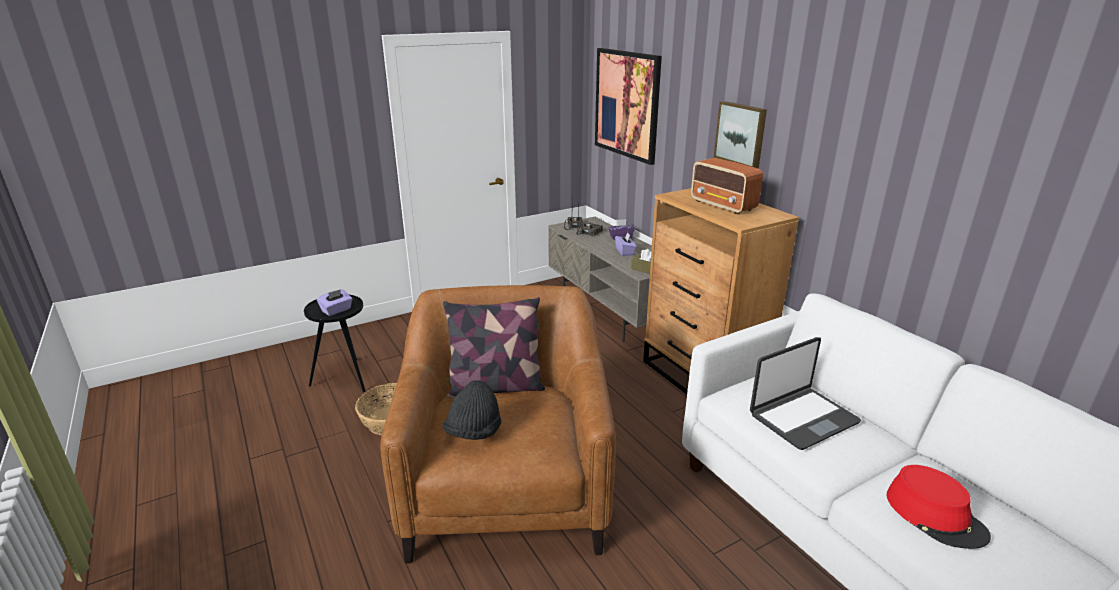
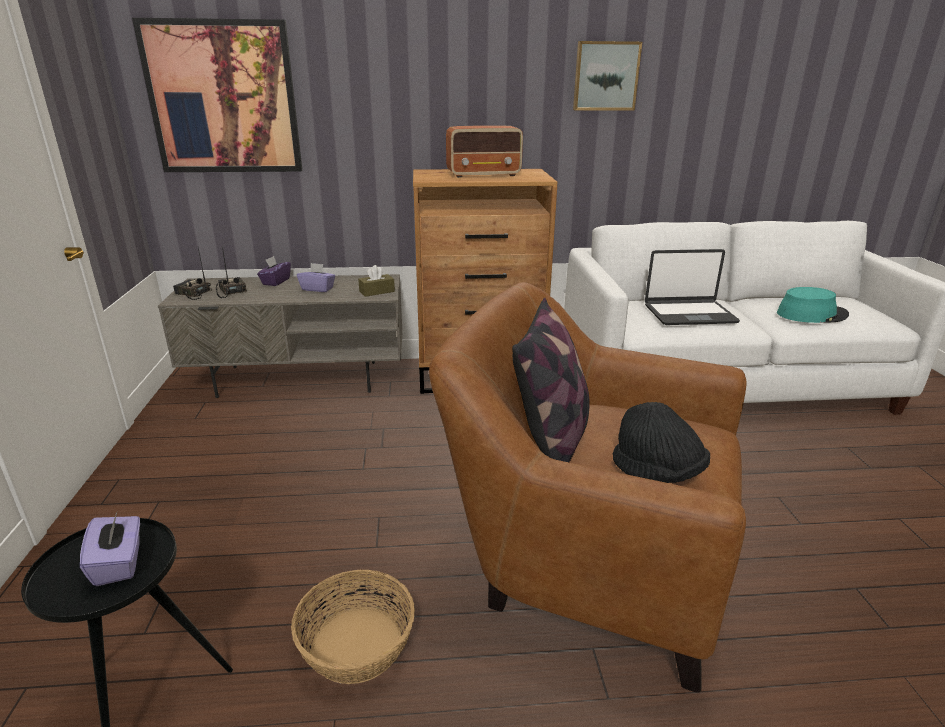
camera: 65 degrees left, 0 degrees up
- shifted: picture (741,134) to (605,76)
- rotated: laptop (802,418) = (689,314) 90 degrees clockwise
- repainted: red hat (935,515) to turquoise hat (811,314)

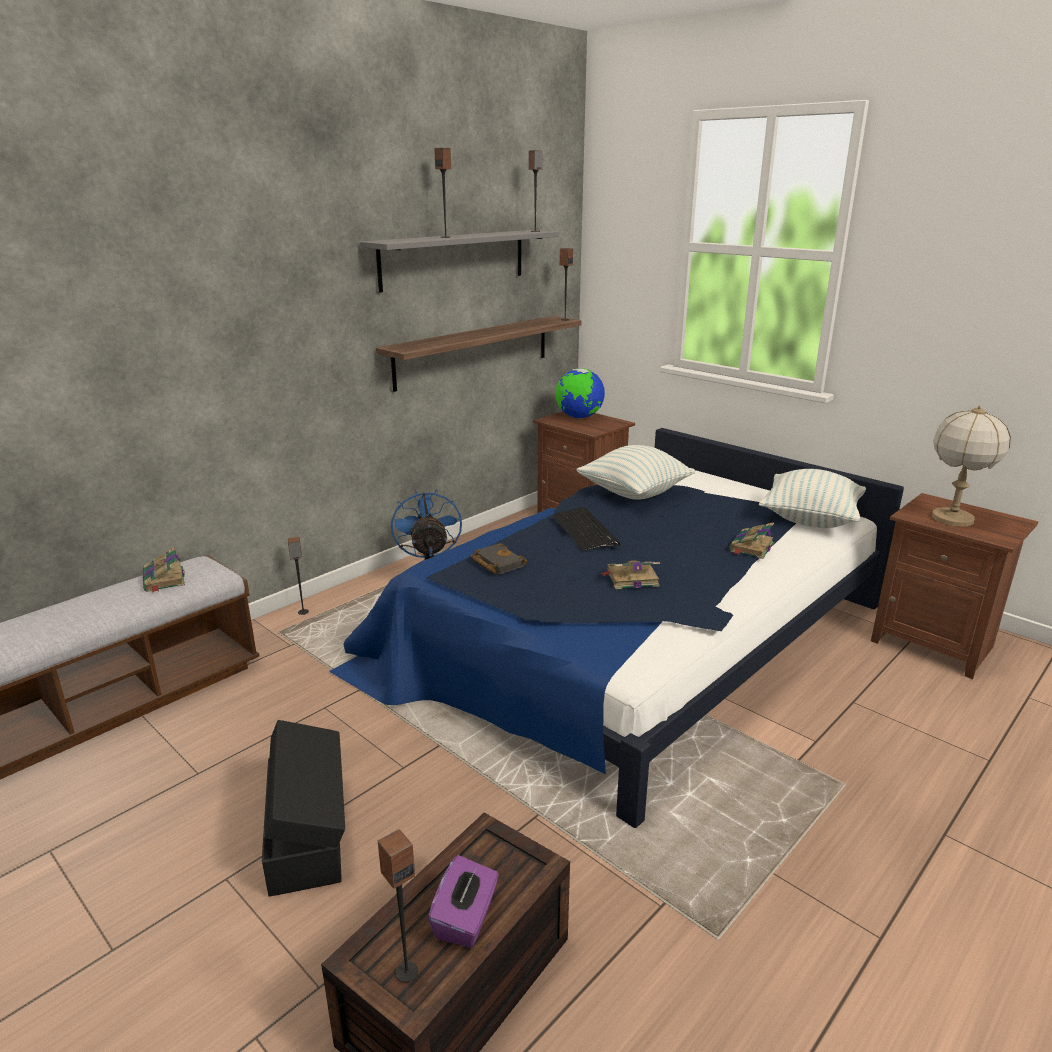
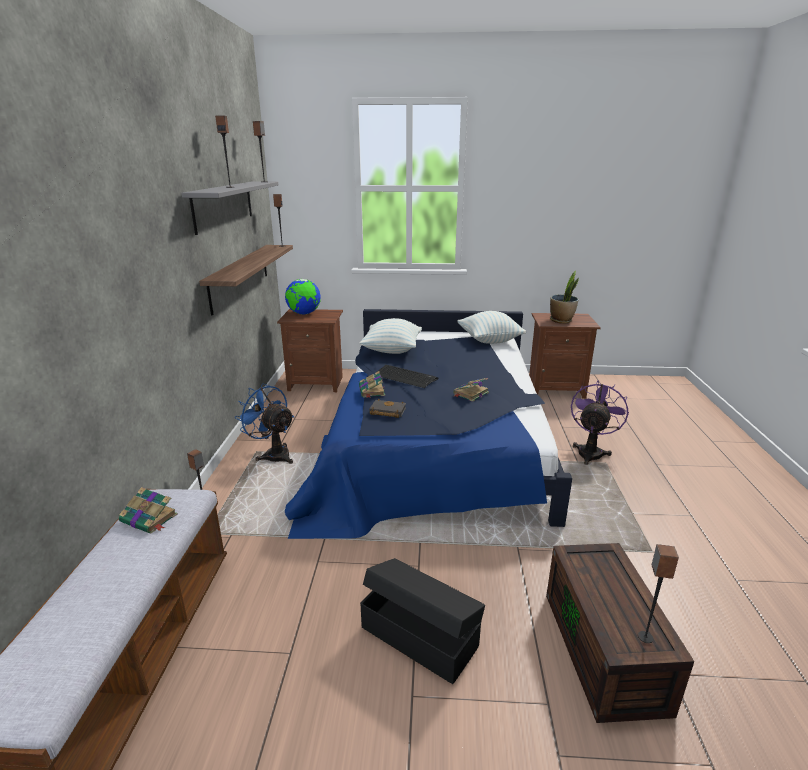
camera: 40 degrees left, 0 degrees up
- shifted: book (751,548) to (372,391)
- swapped: table lamp (952,519) to potted plant (561,320)
- new: purple fan (591,452)
- gone: purple tissue box (466,919)

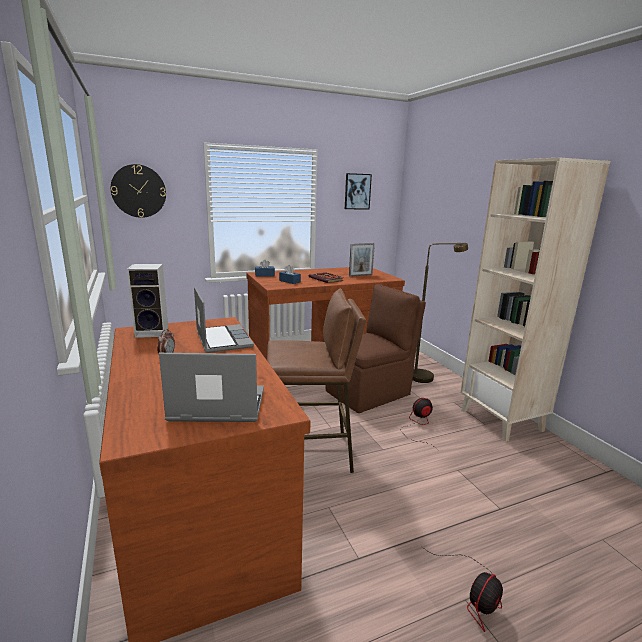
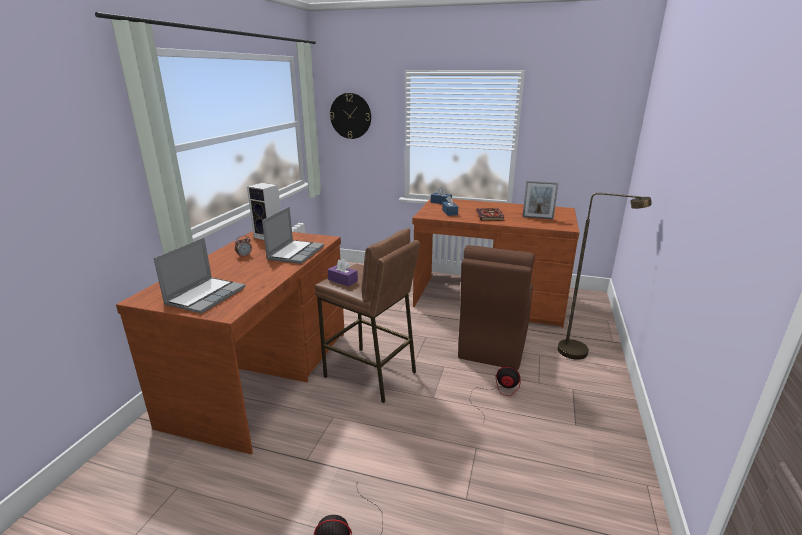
camera: 40 degrees right, 5 degrees up
- rotated: laptop (216,406) = (206,296) 75 degrees clockwise
- new: purple tissue box (343,280)
- rotated: brown chair (369,392) = (492,345) 105 degrees clockwise
- gone: picture (357,191)
- gone: beige bookcase (502,420)

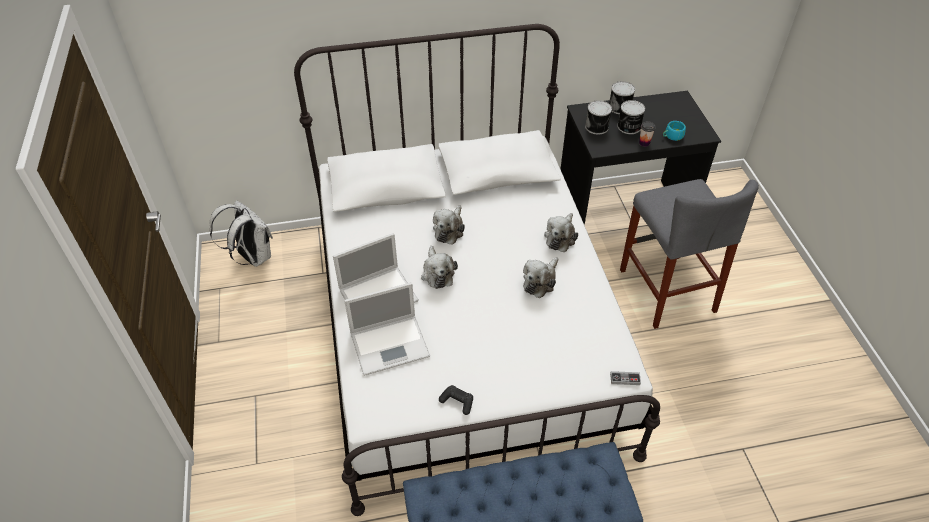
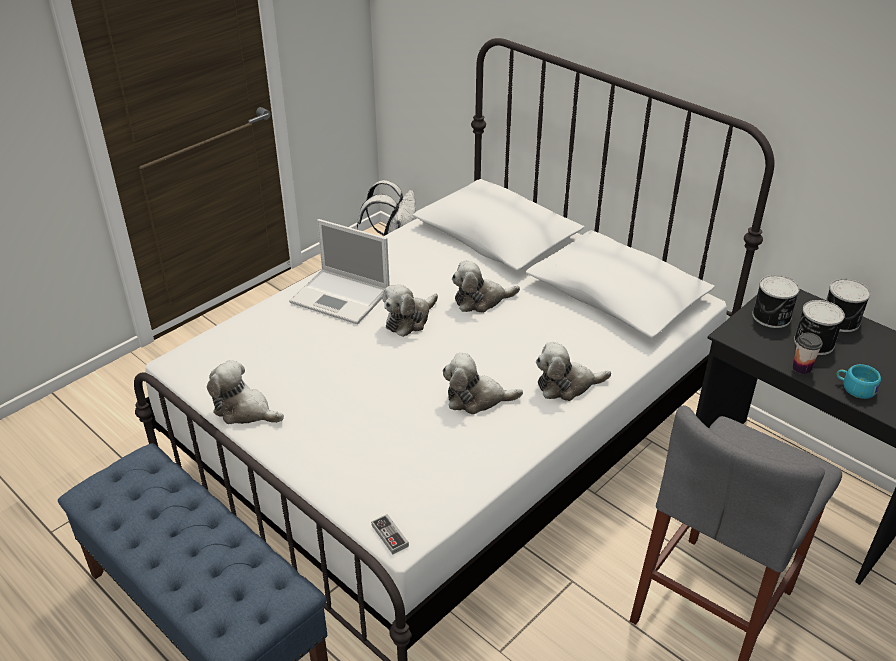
camera: 55 degrees right, 10 degrees down
- swapped: black game controller (457,402) to plush toy (245,410)
- gone: laptop (391,344)

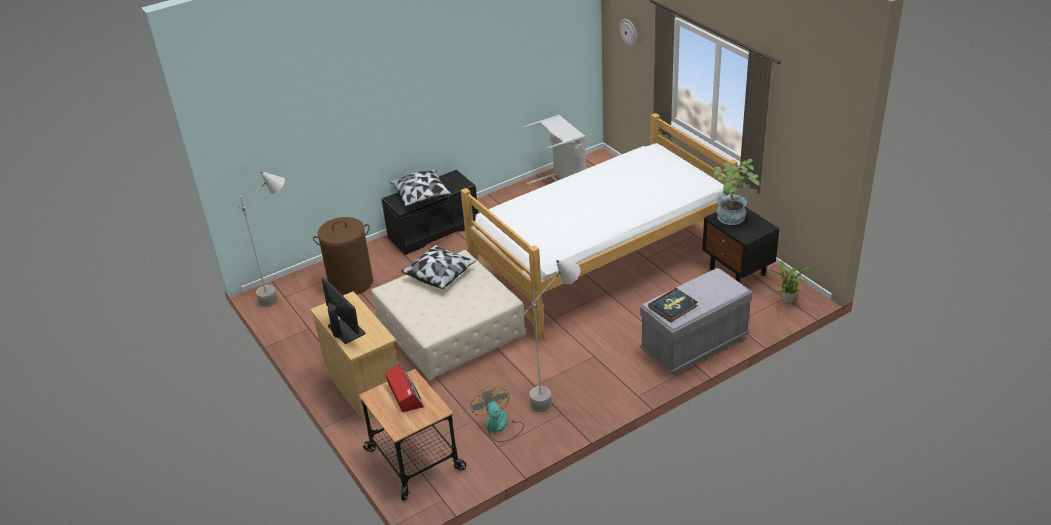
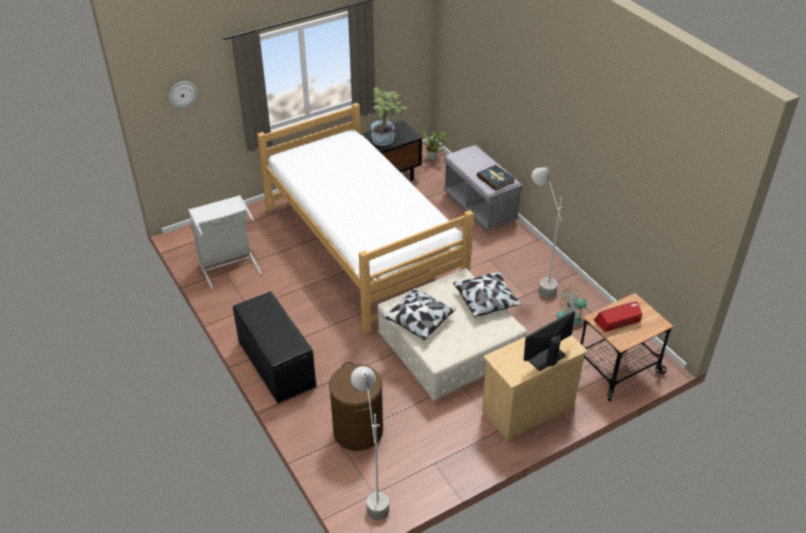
camera: 90 degrees left, 5 degrees up
- shifted: pillow (422,196) to (486,300)

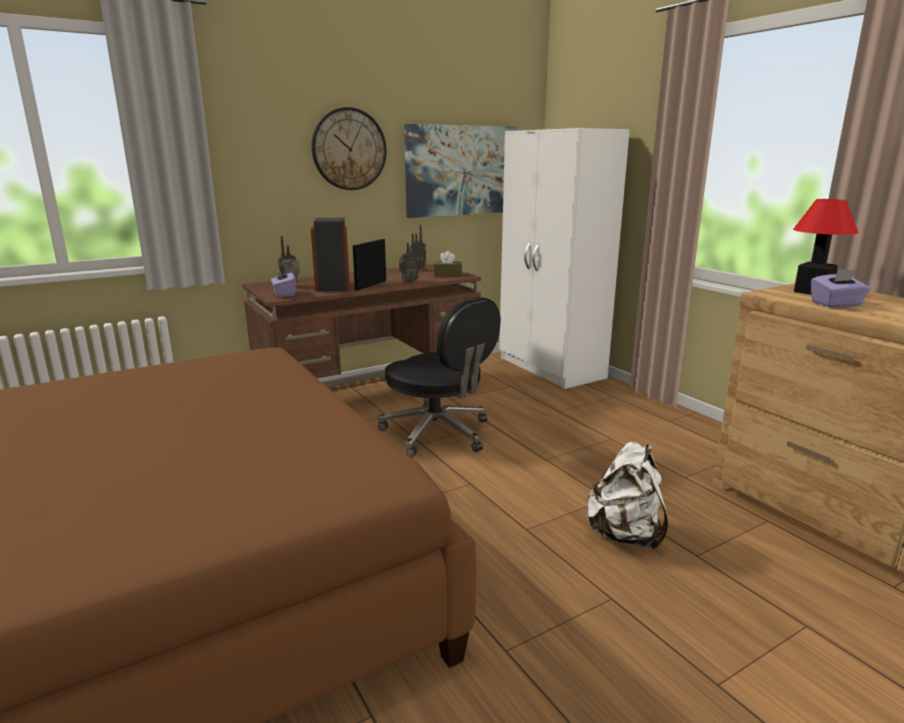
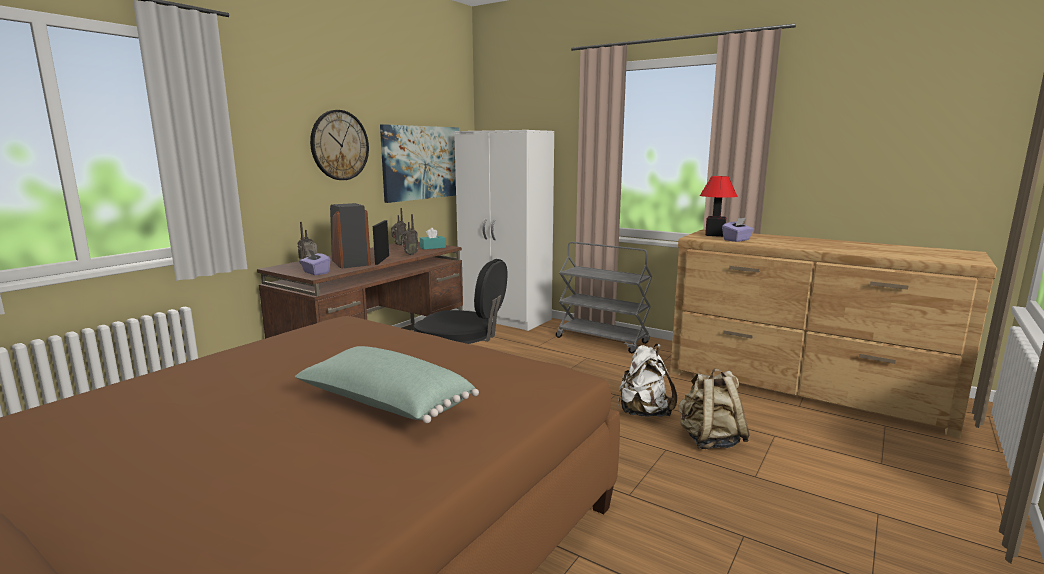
camera: 25 degrees left, 5 degrees down
- new: green pillow (384,405)
- repainted: brown tissue box (447,274) to turquoise tissue box (433,247)
- new: grey cart (602,340)
- new: beige backpack (709,440)

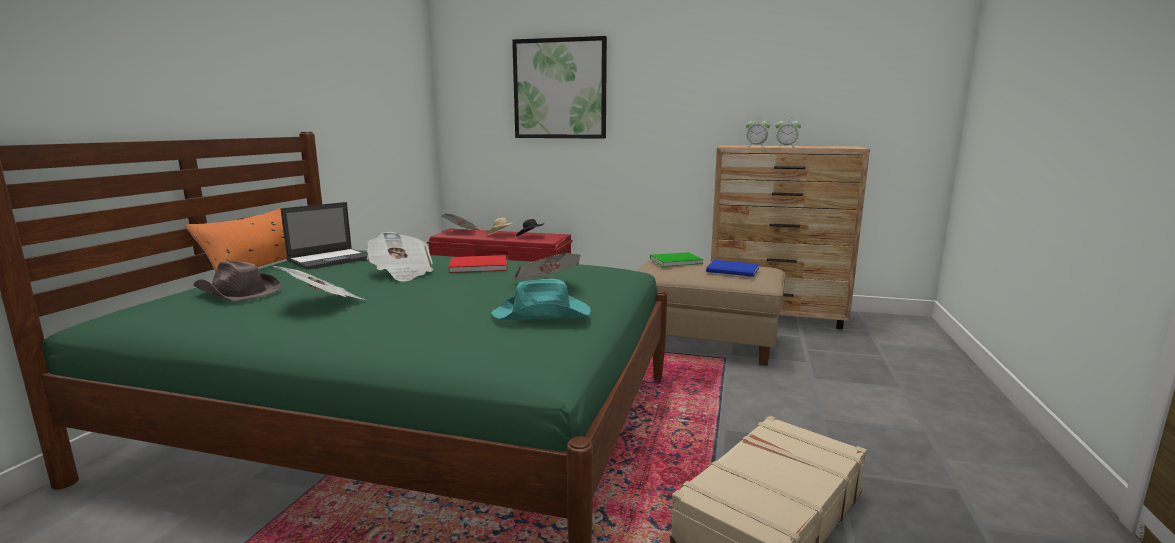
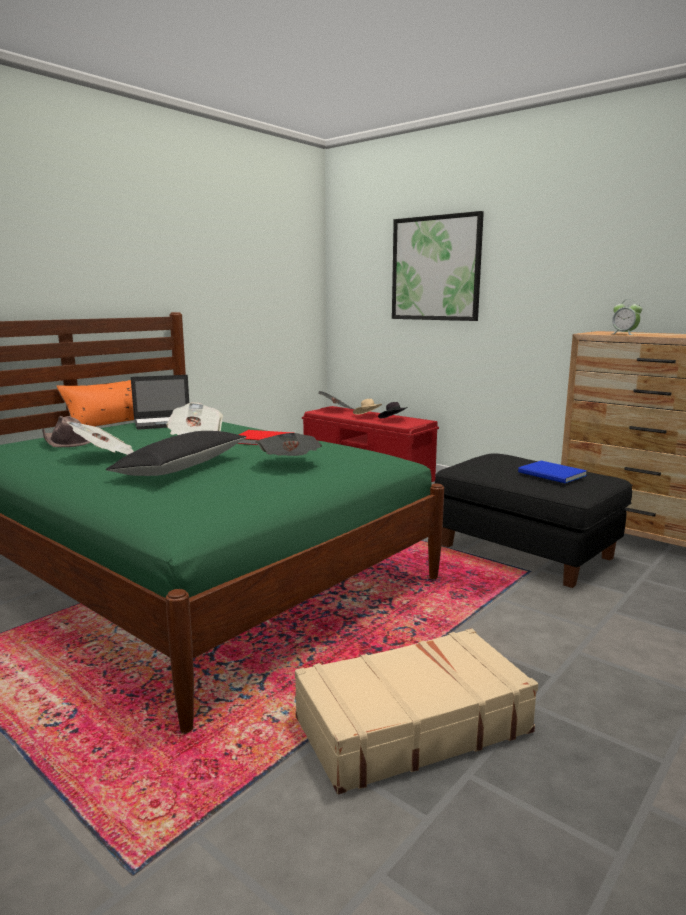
camera: 25 degrees right, 0 degrees up
- new: black pillow (181,468)
- repainted: beige ottoman (703,342) to black ottoman (524,551)
- gone: turquoise hat (542,314)
- gone: green book (674,261)
- gone: alarm clock (786,147)

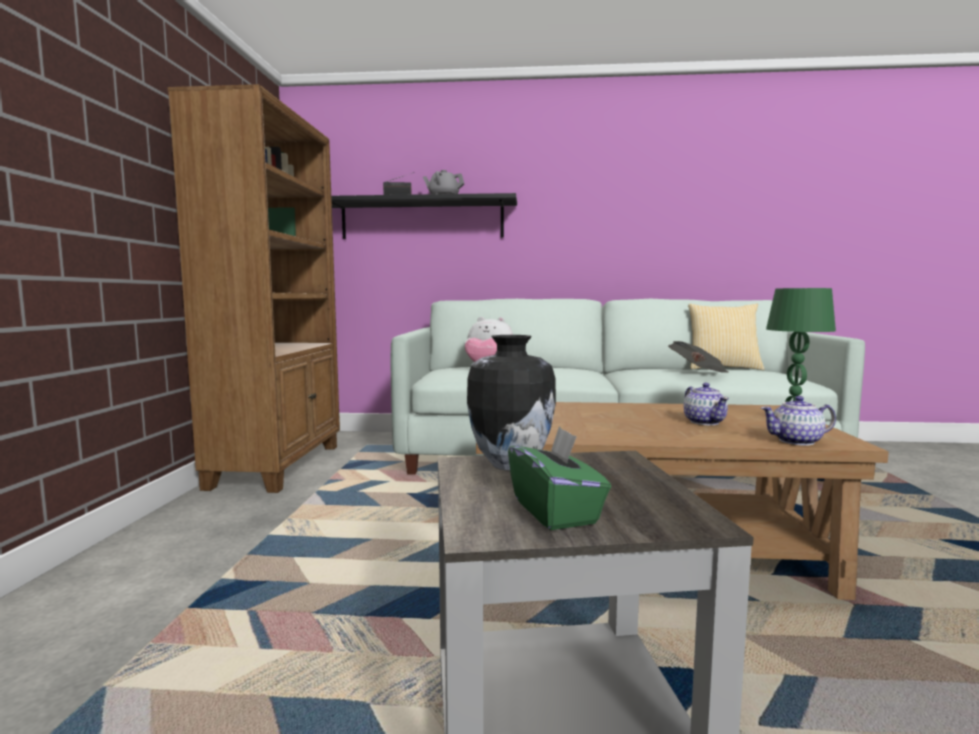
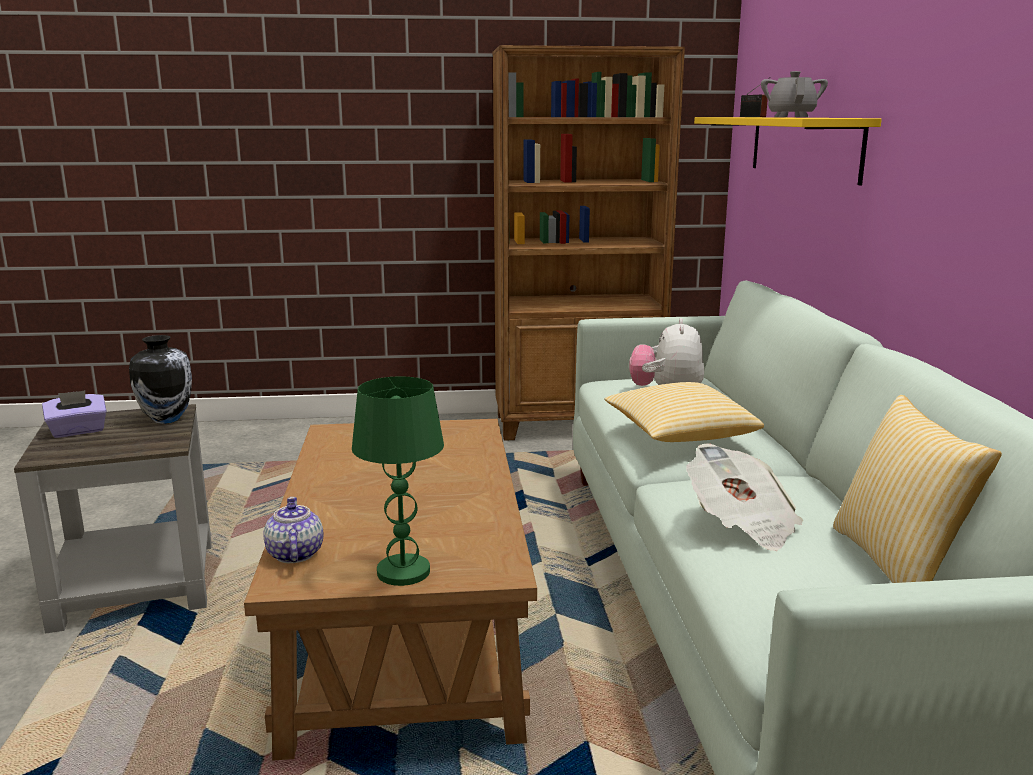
camera: 80 degrees right, 10 degrees up
- repainted: green tissue box (556,511) to purple tissue box (78,431)
- new: pillow (679,435)
- repainted: black shelf (422,220) to yellow shelf (803,146)
- gone: teapot (704,422)

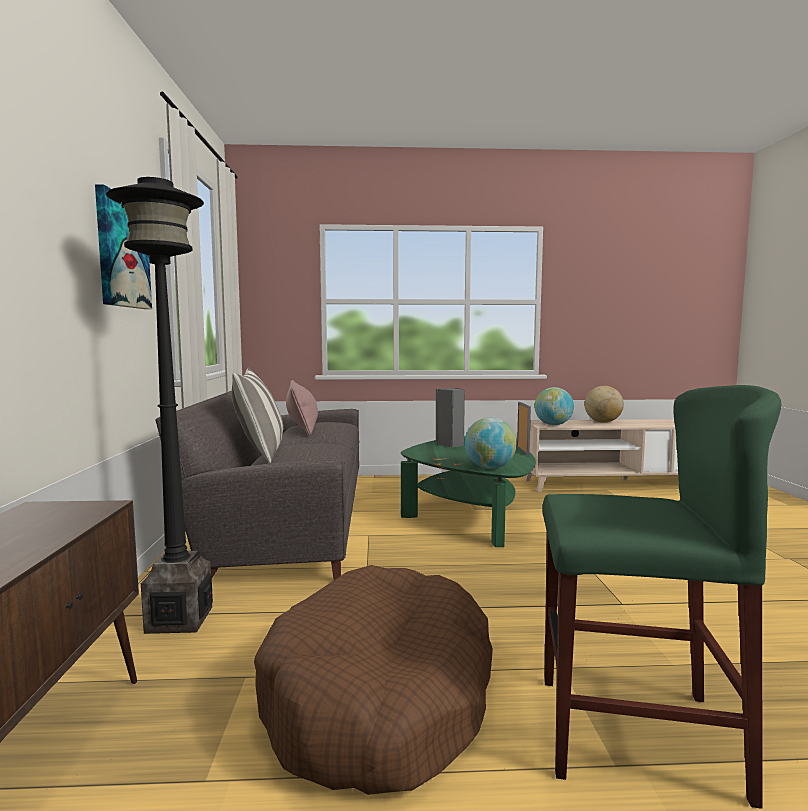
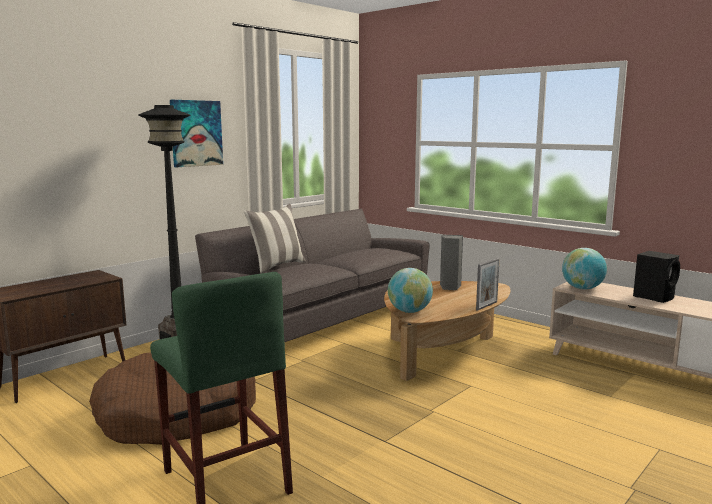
camera: 45 degrees right, 5 degrees up
- repainted: green coffee table (471,515) to brown coffee table (442,353)
- swapped: globe (603,422) to black speaker (654,297)
- gone: pink pillow (302,427)

